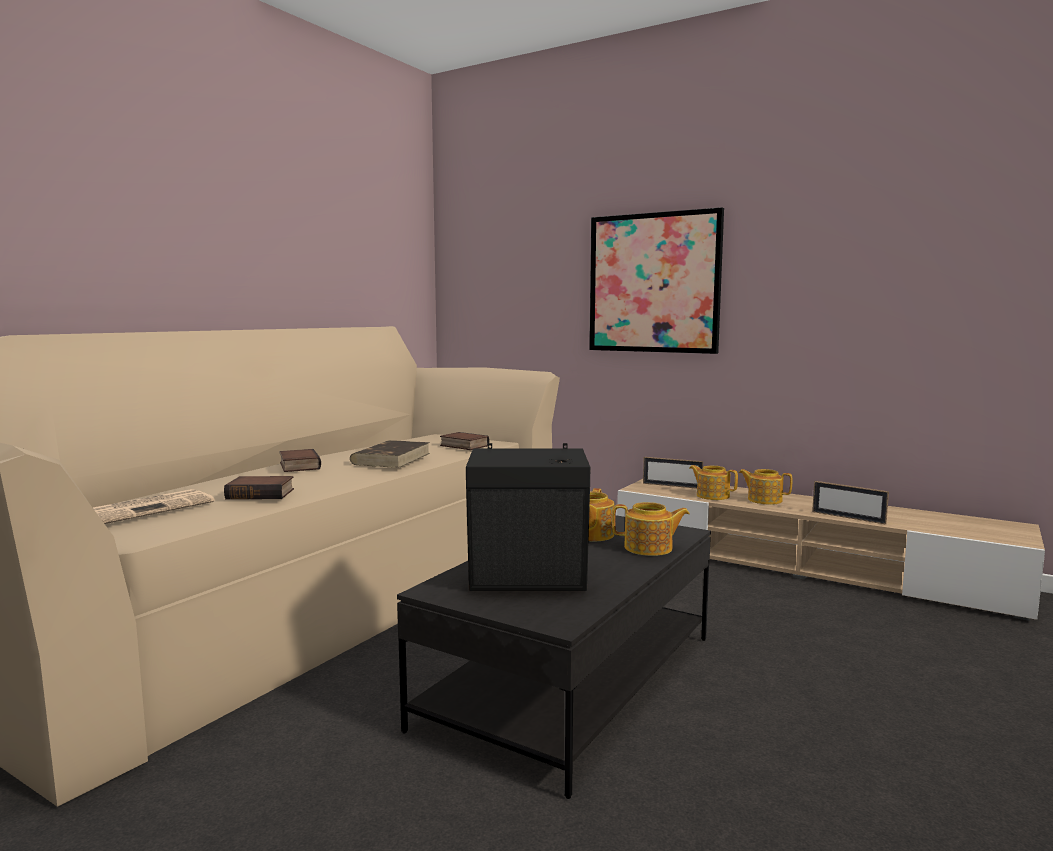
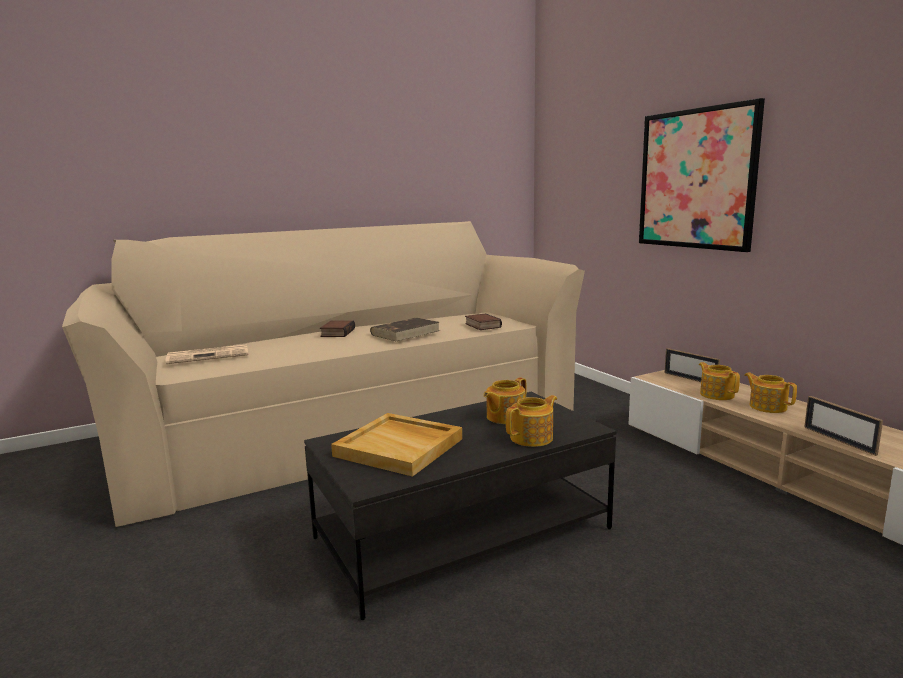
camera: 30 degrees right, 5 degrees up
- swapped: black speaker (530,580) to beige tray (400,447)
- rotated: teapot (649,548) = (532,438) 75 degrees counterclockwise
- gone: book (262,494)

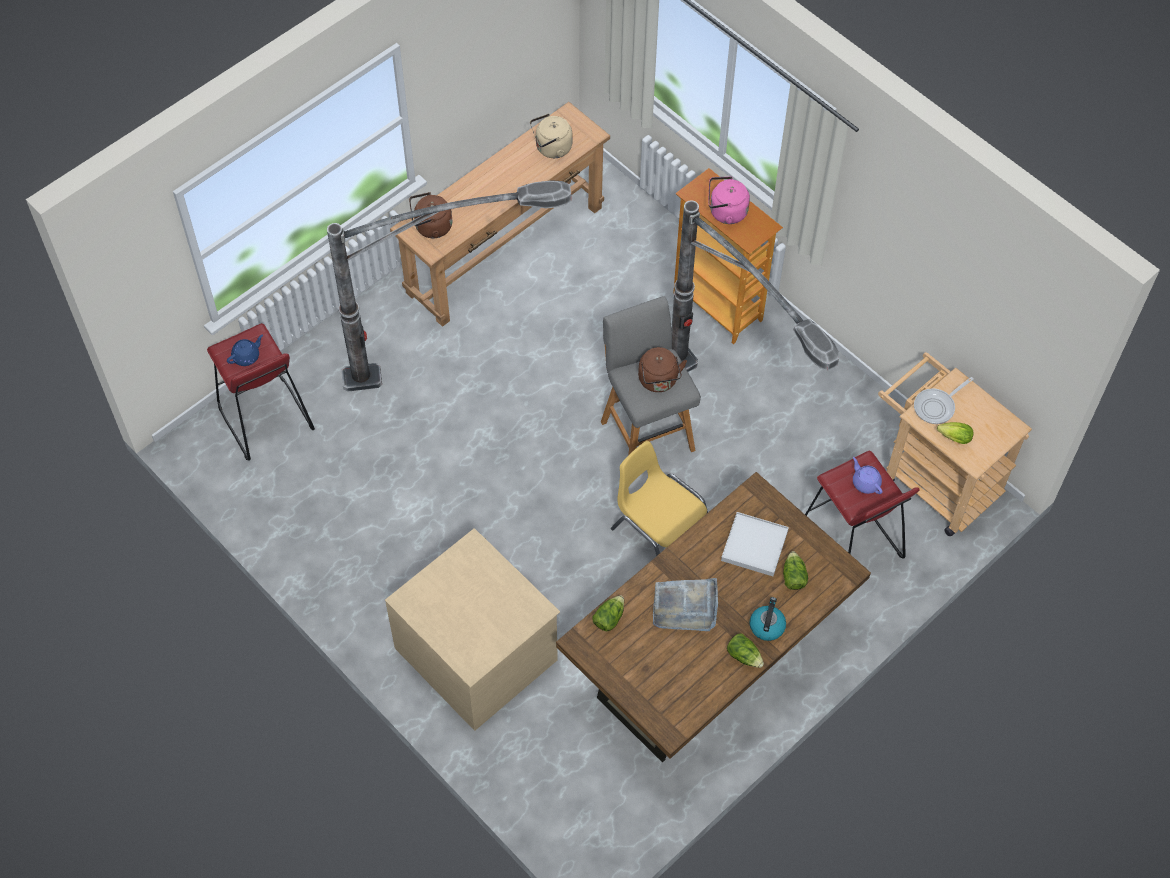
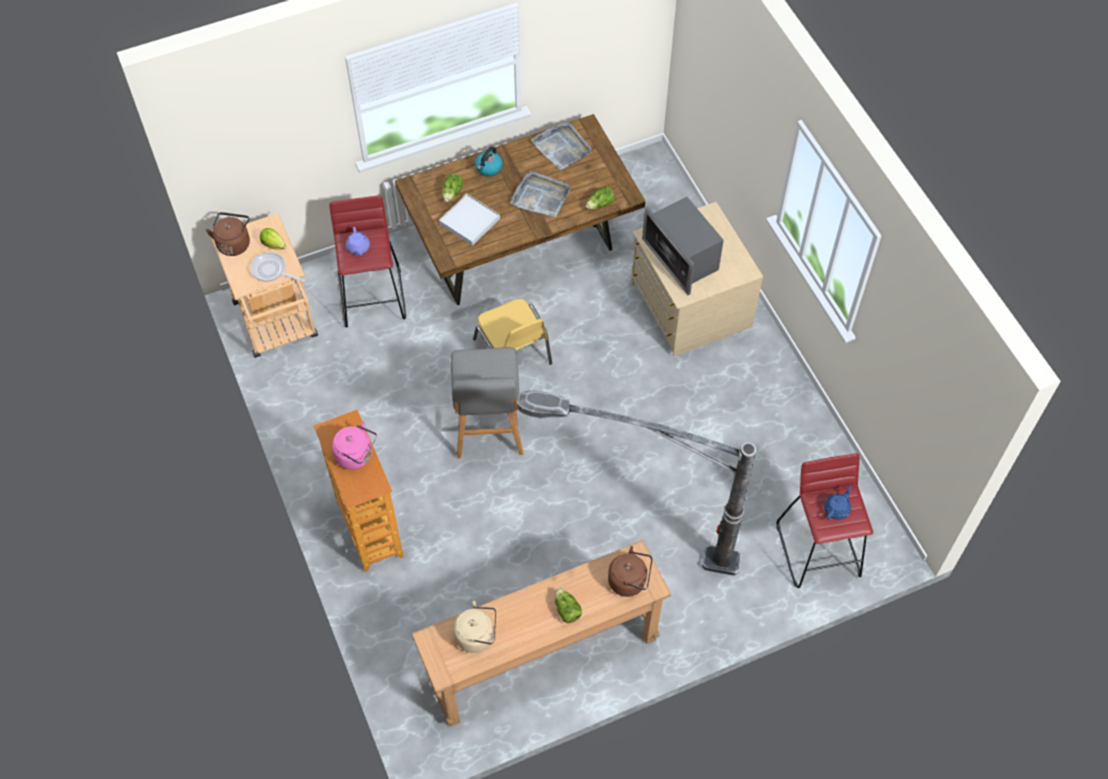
camera: 160 degrees left, 0 degrees up
- shifted: brown kettle (659,381) to (234,243)
- rotated: frying pan (937,406) = (271,271) 135 degrees counterclockwise
- new: grey tray (562,147)
- shifted: lettuce (744,655) to (566,610)
- new: microwave (682,257)
- rotated: blue teapot (247,356) = (837,509) 150 degrees clockwise
- gone: floor lamp (732,426)

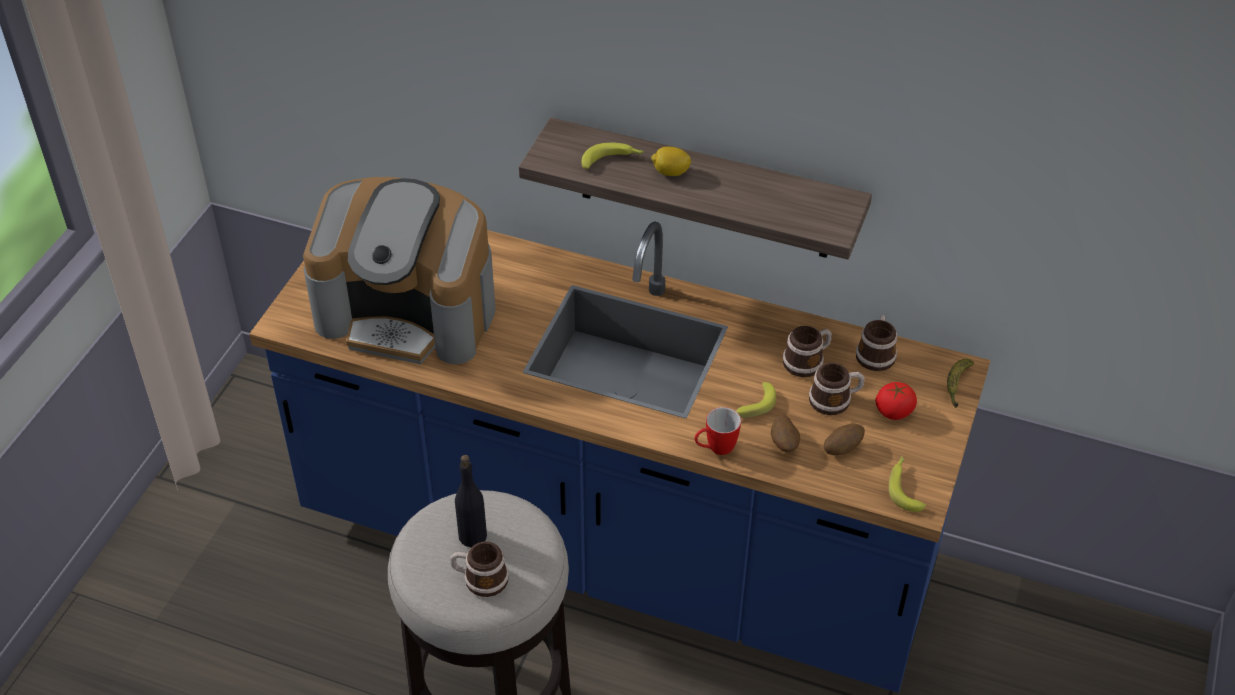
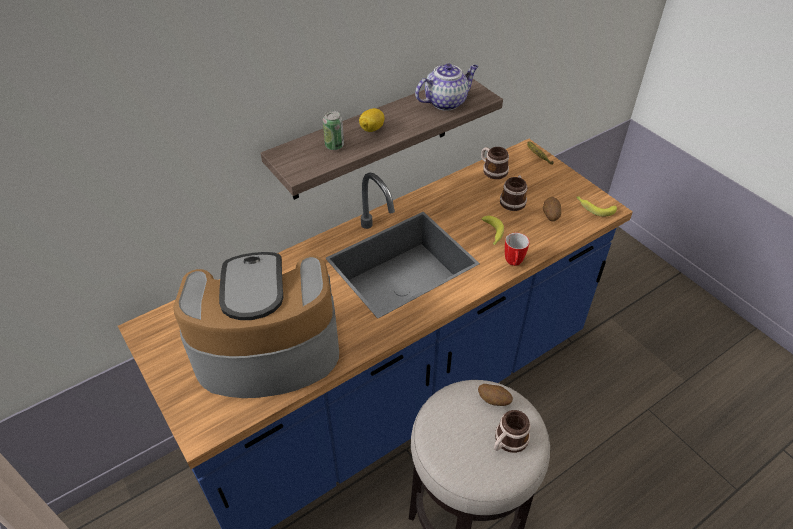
camera: 55 degrees left, 0 degrees up
- rotated: coffee machine (409,312) = (266,350) 150 degrees counterclockwise
- swapped: banana (612,160) to can (334,146)
- new: teapot (446,102)
- shifted: potato (784,444) to (494,400)
- gone: black bottle (472,536)
- gone: mug (807,361)
- gone: tomato (894,411)

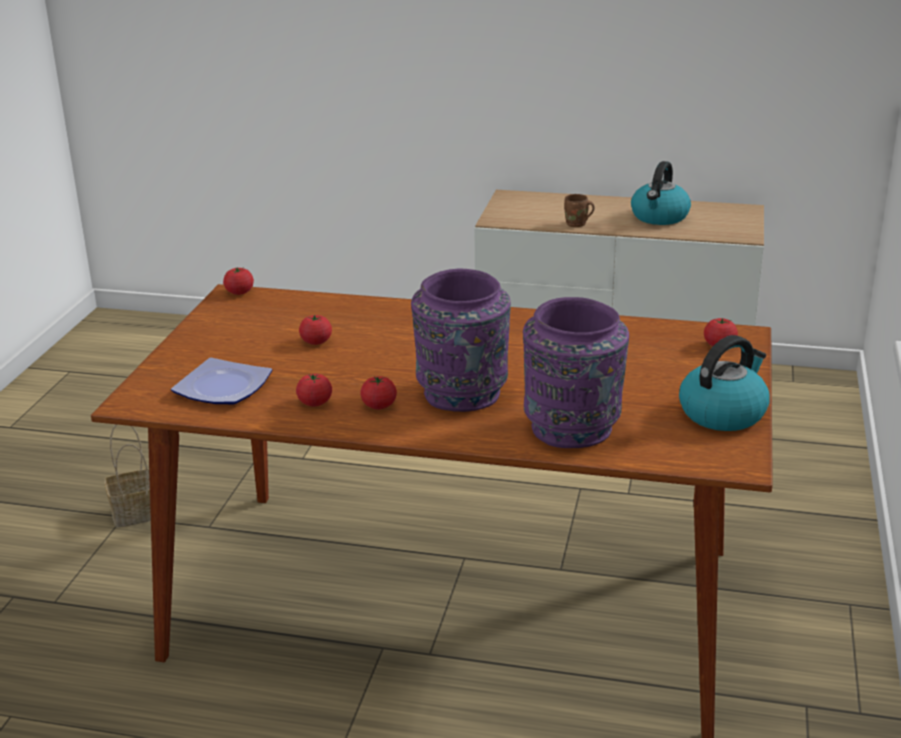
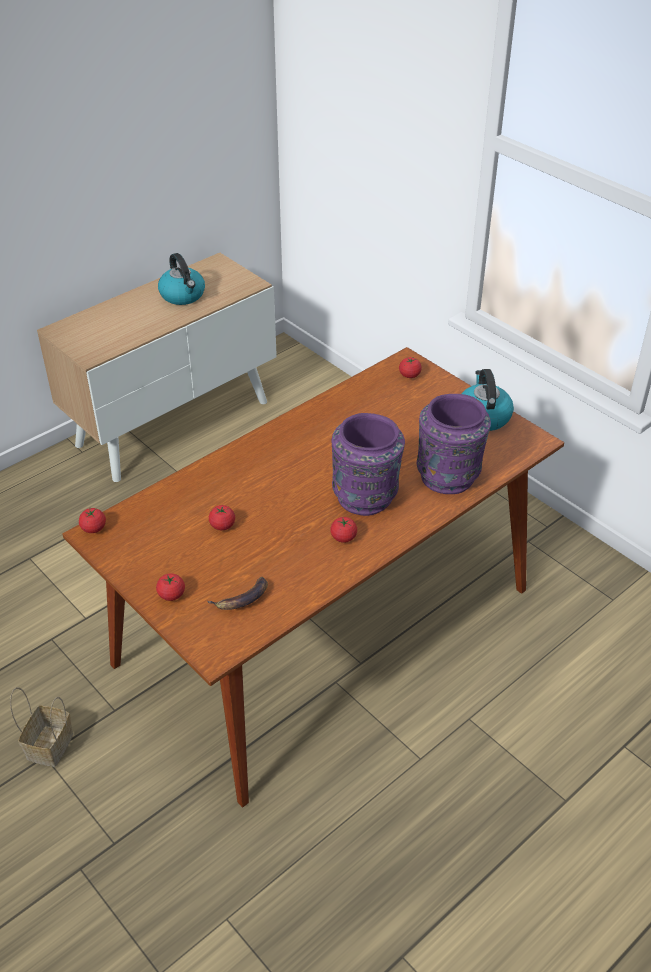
camera: 55 degrees left, 15 degrees up
- shifted: tomato (315,403) to (171,595)
- swapped: plate (221,388) to banana (242,599)
- gone: brown mug (577,224)

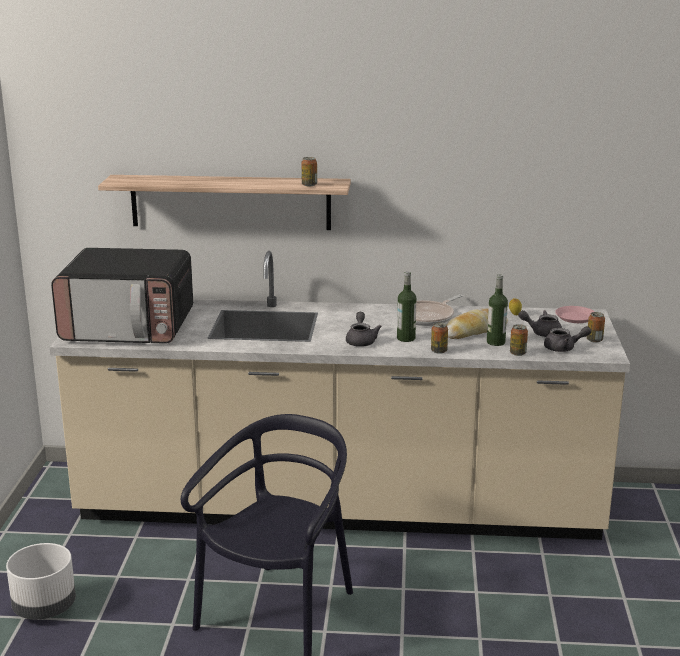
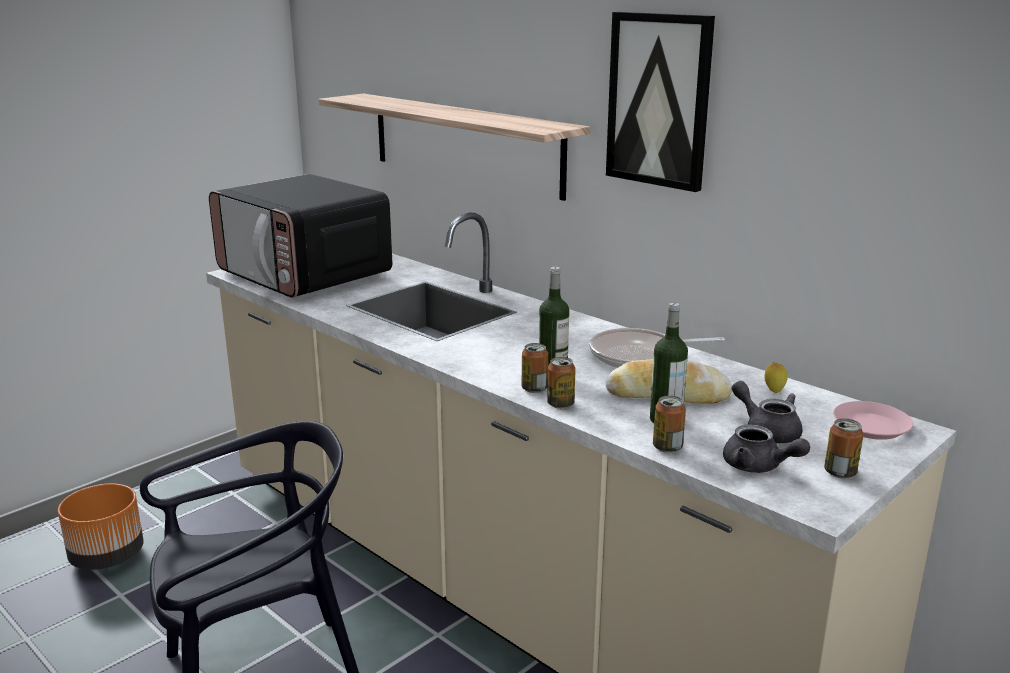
camera: 40 degrees right, 0 degrees up
- repainted: white planter (45,608) to orange planter (108,557)
- shifted: can (309,185) to (534,389)
- new: picture (659,100)
- gone: grey teapot (361,341)

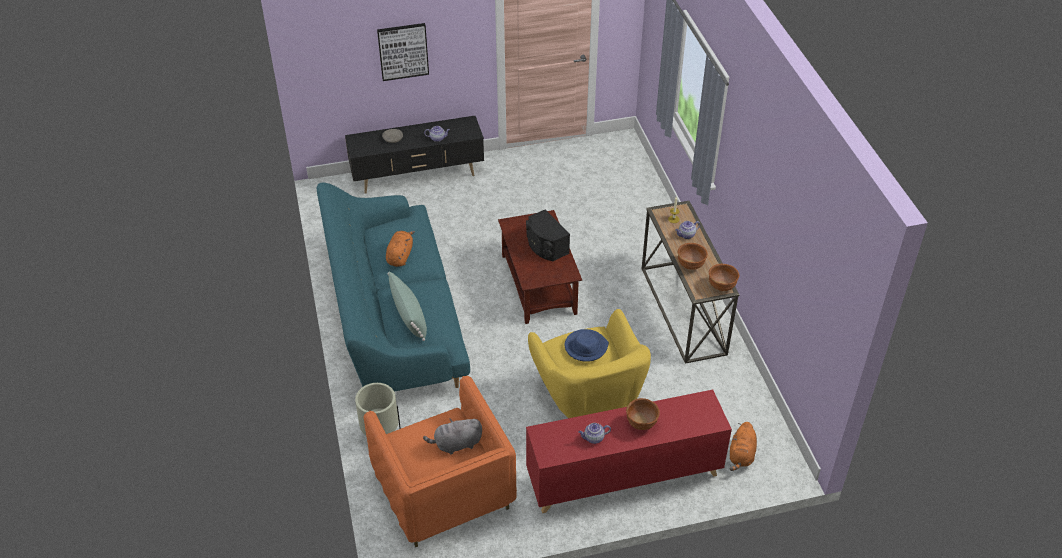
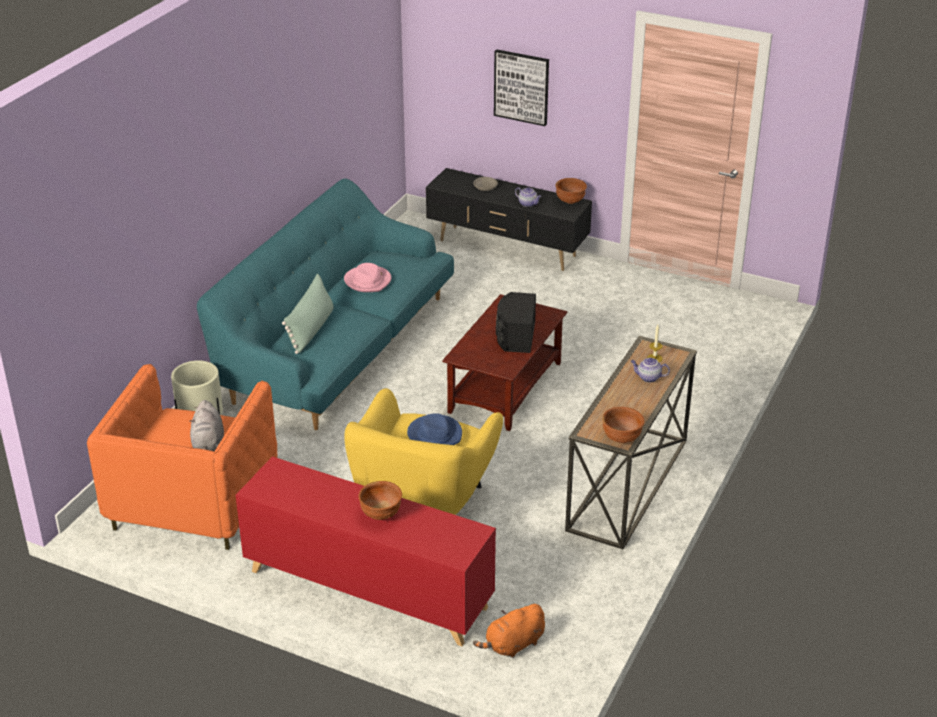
camera: 40 degrees right, 10 degrees down
- rotated: grey plush toy (456,444) = (208,444) 120 degrees counterclockwise
- swapped: orange plush toy (400,256) to pink hat (368,281)
- shifted: brown bowl (691,265) to (570,201)
- gone: teapot (593,438)

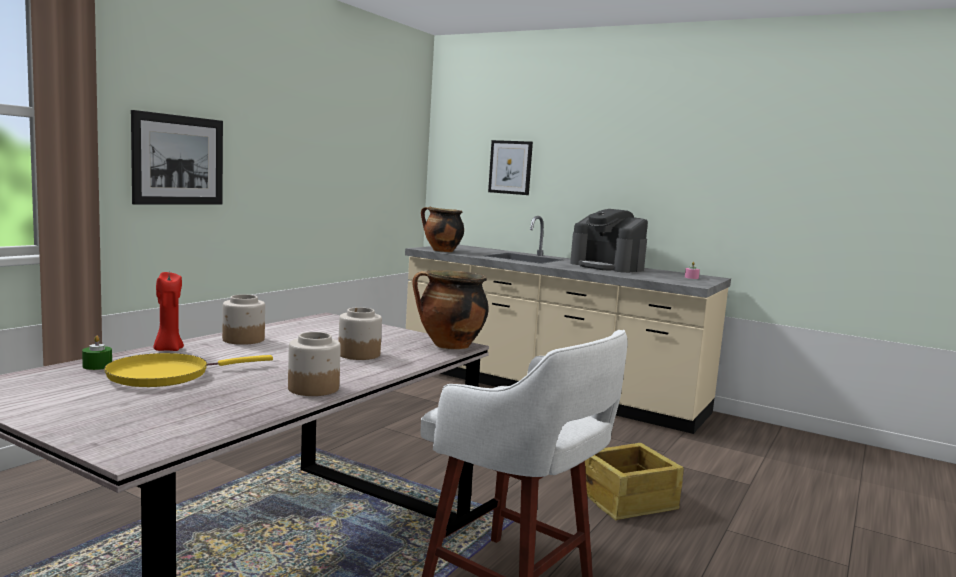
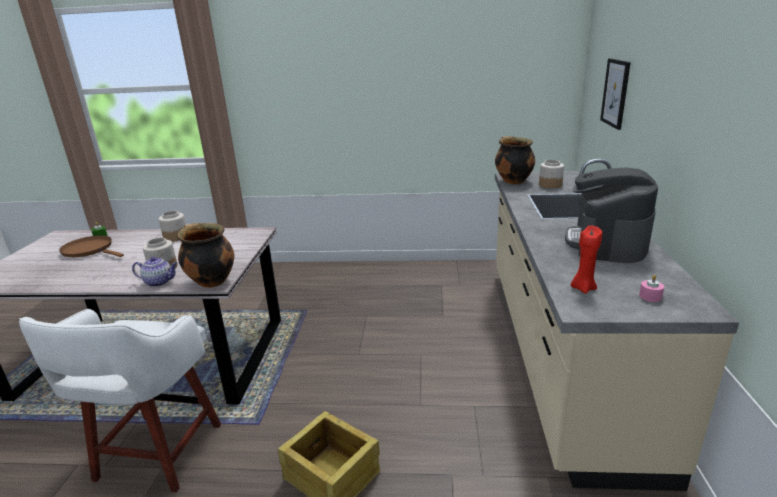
camera: 65 degrees right, 15 degrees up
- repainted: yellow frying pan (165,375) to brown frying pan (90,250)
- new: teapot (159,282)
- shifted: jar (312,388) to (550,185)
- shifted: red candle (168,349) to (583,288)
- gone: picture (178,160)

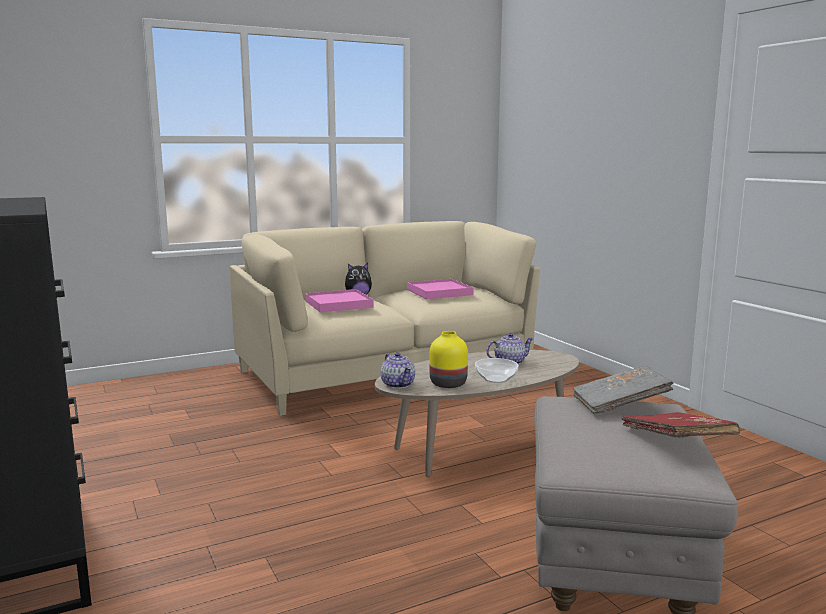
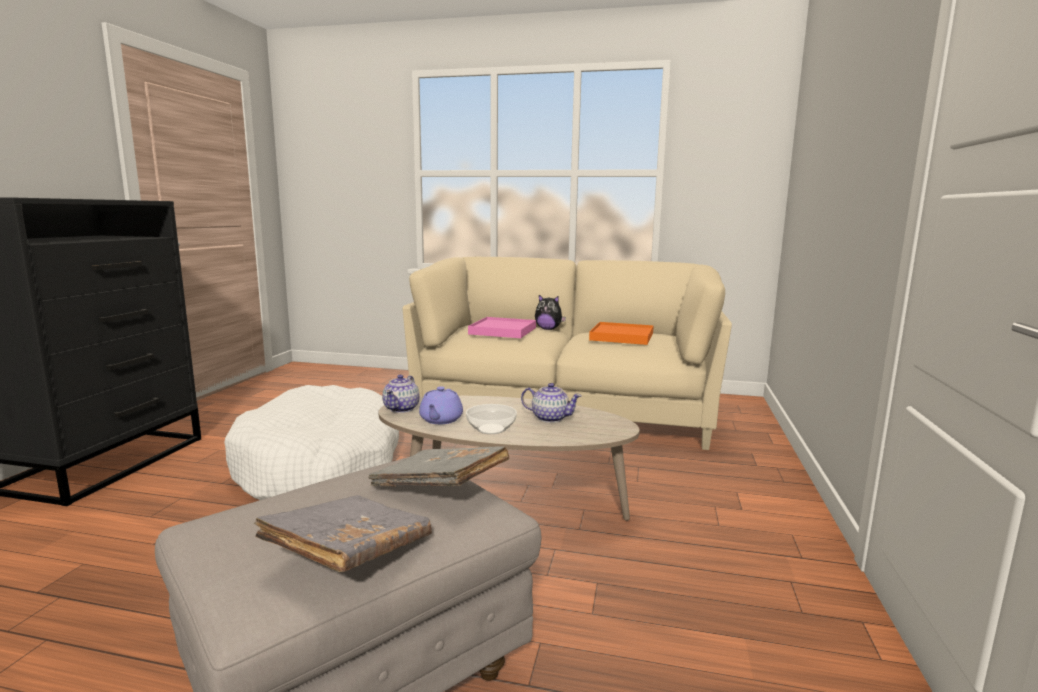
camera: 40 degrees right, 0 degrees up
- new: white dog bed (319,465)
- repainted: red book (676,442) to grey book (350,553)
- swapped: yellow vase (448,383) to purple teapot (440,420)
- repainted: pink tray (439,292) to orange tray (621,337)

